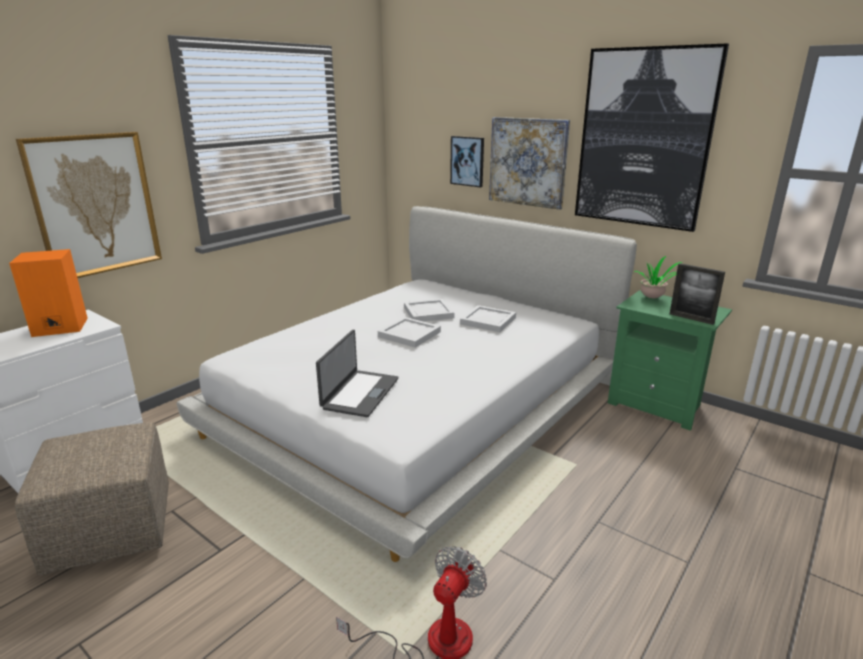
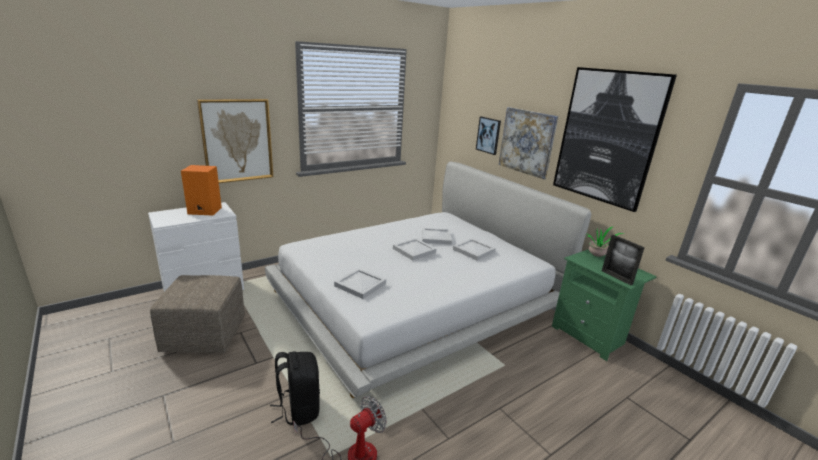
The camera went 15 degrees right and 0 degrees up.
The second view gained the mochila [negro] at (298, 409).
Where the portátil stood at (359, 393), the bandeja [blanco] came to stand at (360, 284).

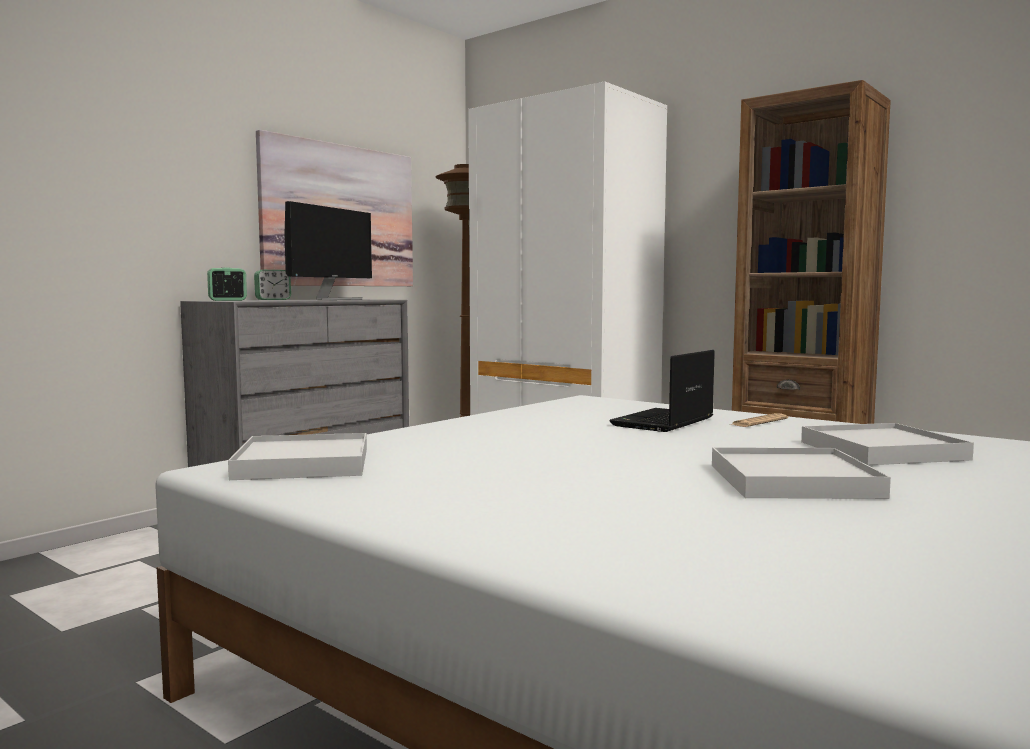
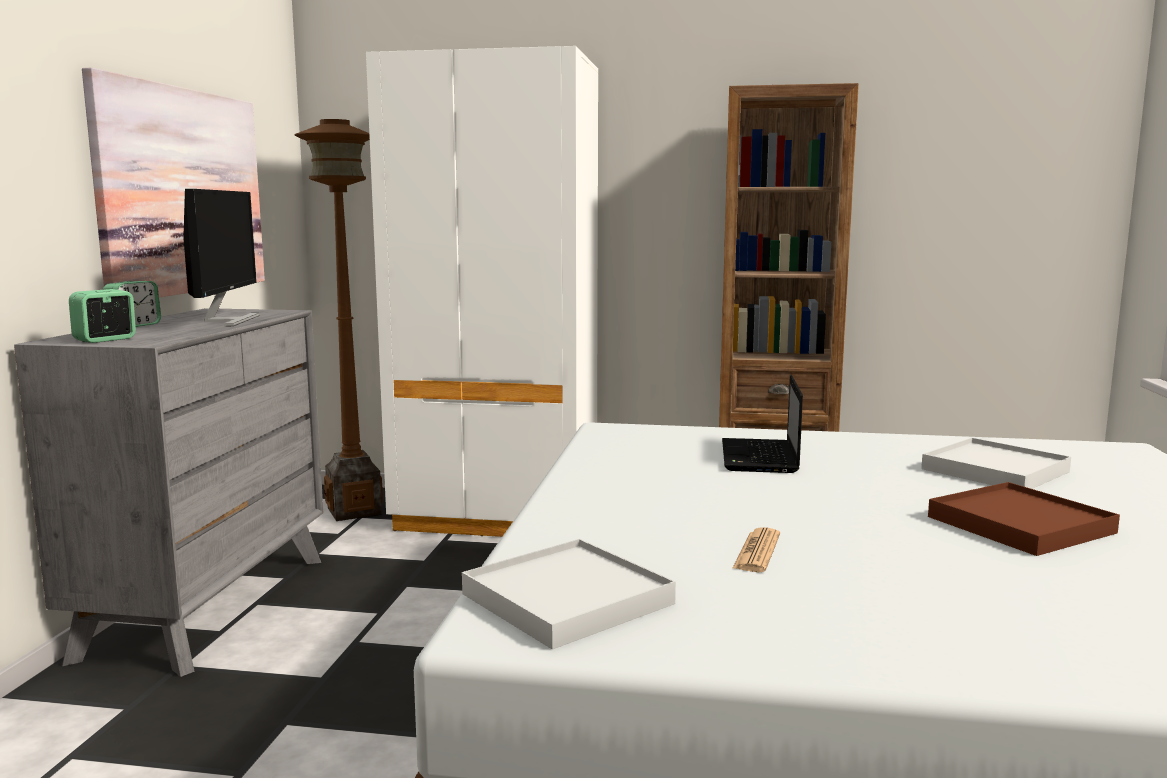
The camera went 30 degrees left and 5 degrees up.
The periódico ended up elsewhere, having gone from (759, 422) to (757, 551).
What was the bandeja [blanco] at (793, 481) turned into the bandeja [marrón] at (1020, 525).

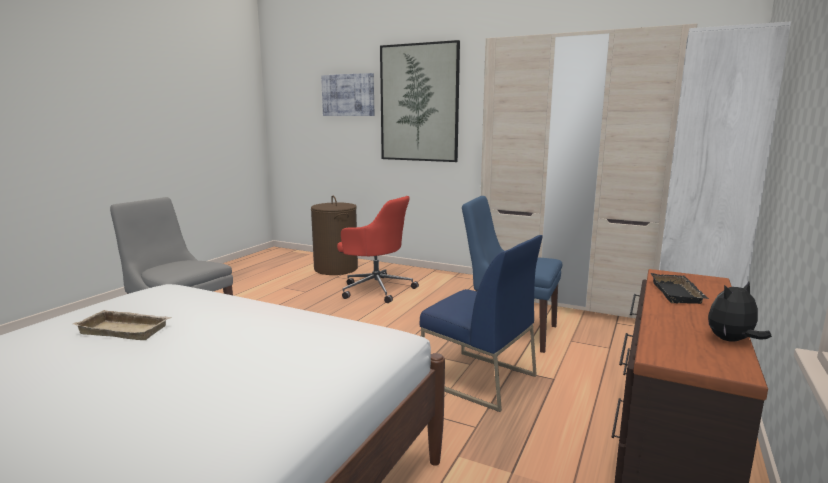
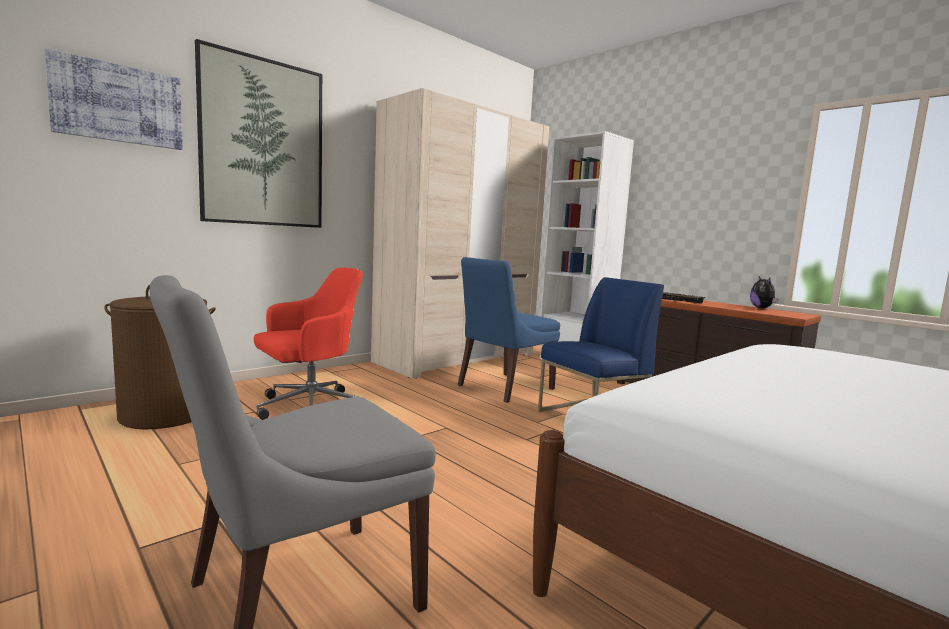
The camera went 70 degrees left and 5 degrees down.
The second view lost the bandeja [beis] at (127, 329).

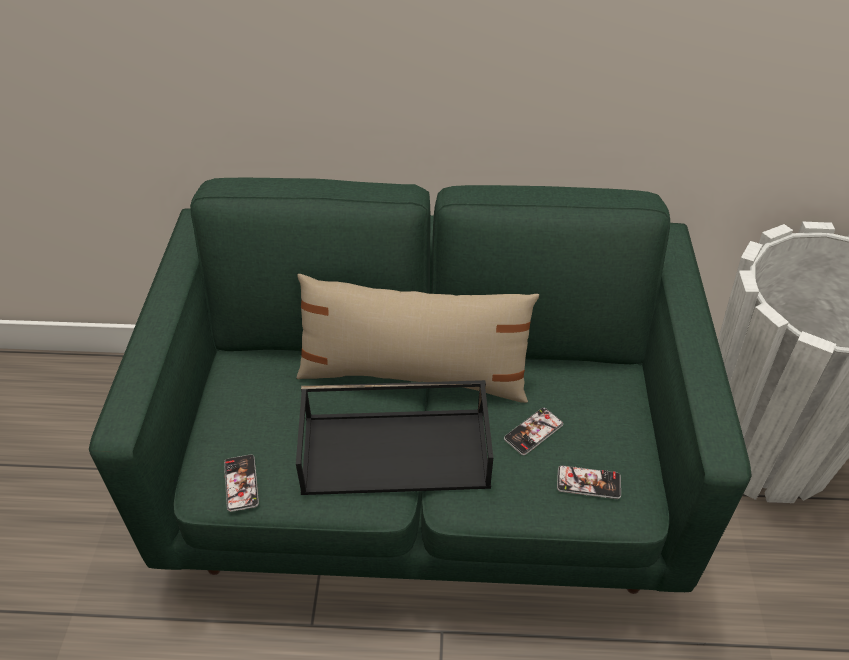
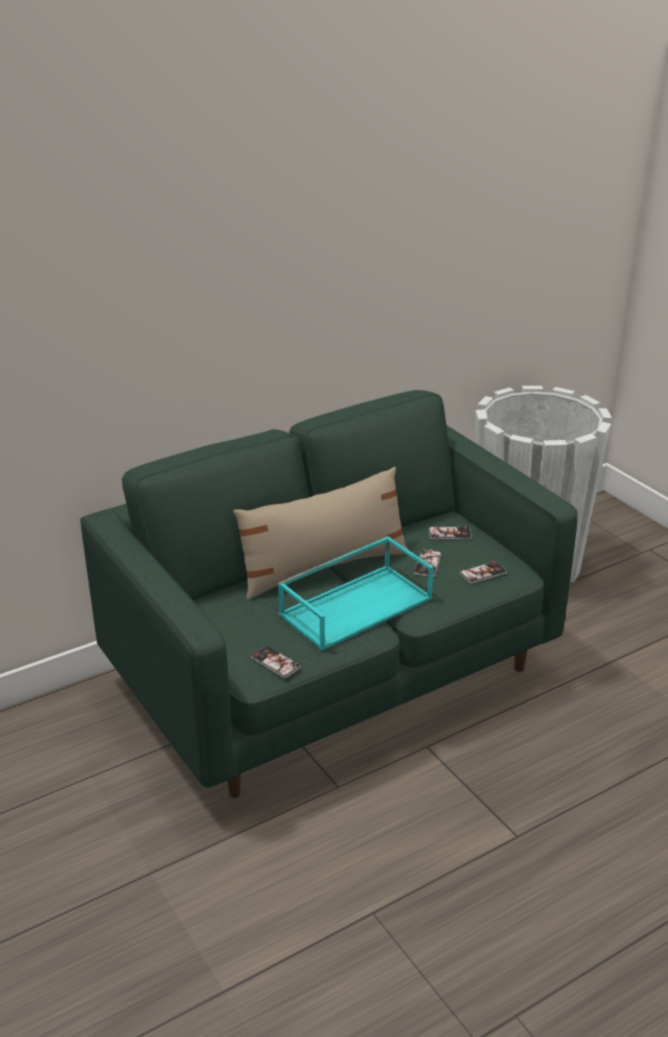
The camera went 35 degrees left and 15 degrees down.
What was the bandeja [negro] at (397, 449) turned into the bandeja [turquesa] at (356, 605).
The second view gained the móvil at (449, 534).

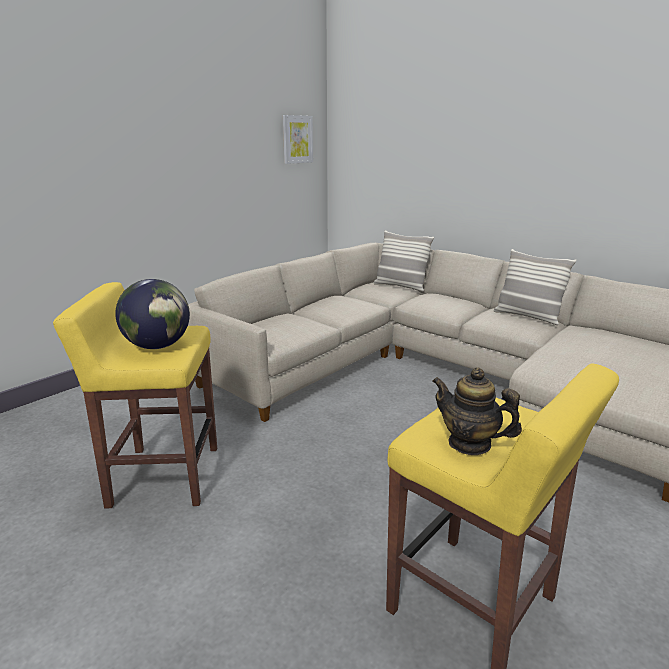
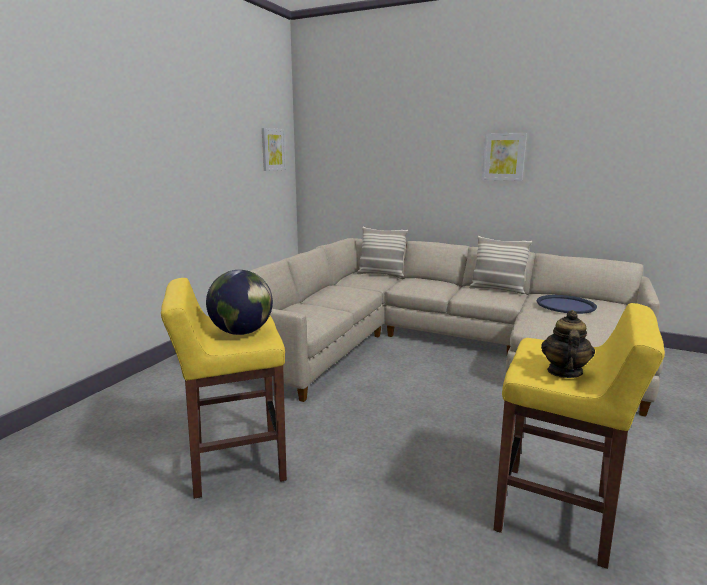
The camera went 15 degrees left and 5 degrees down.
The second view gained the cuadro at (504, 157).
The second view gained the bandeja [azul] at (566, 305).
The tetera at (469, 443) ended up facing another way, 90 degrees clockwise from before.

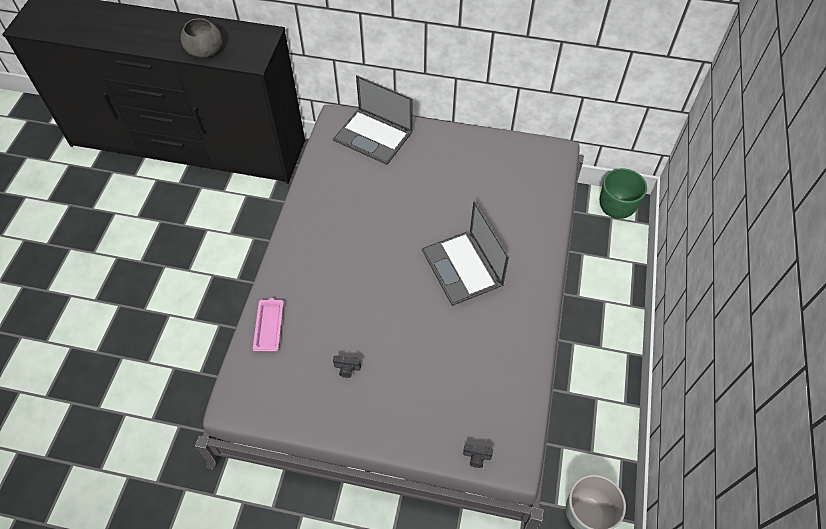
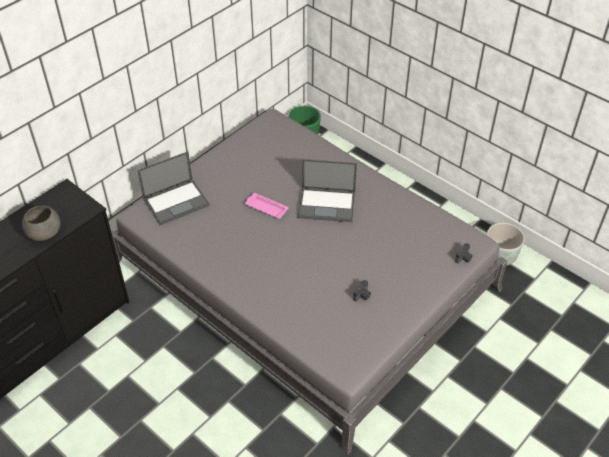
The camera went 60 degrees left and 10 degrees down.
The bandeja [rosa] ended up elsewhere, having gone from (269, 326) to (265, 208).

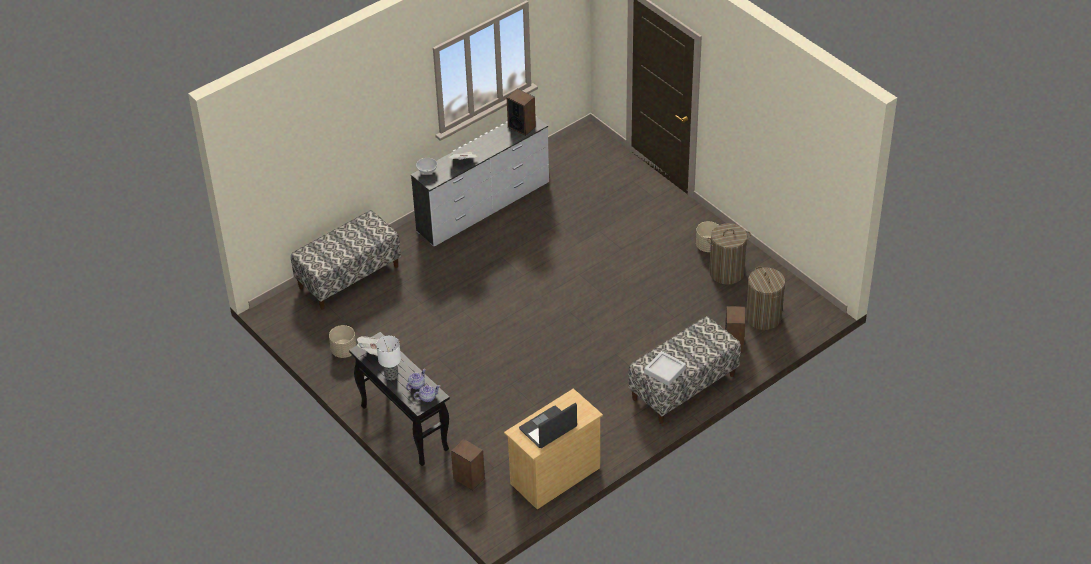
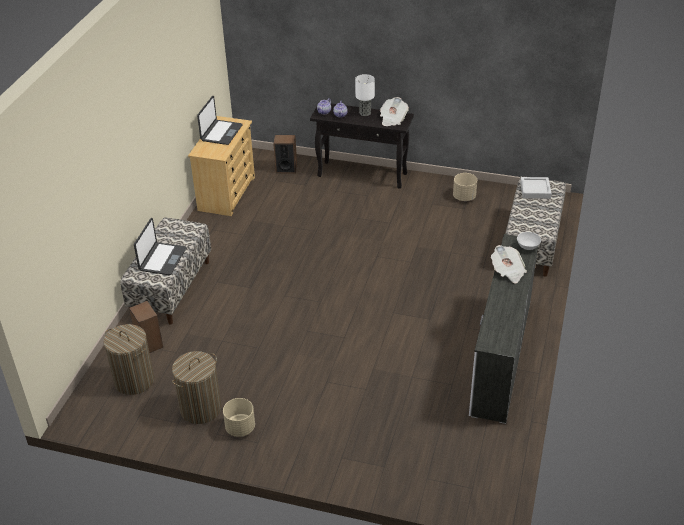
The camera went 145 degrees right and 5 degrees down.
The second view gained the portátil at (162, 259).
The bandeja [gris] ended up elsewhere, having gone from (665, 371) to (535, 190).
The second view lost the altavoz at (521, 127).

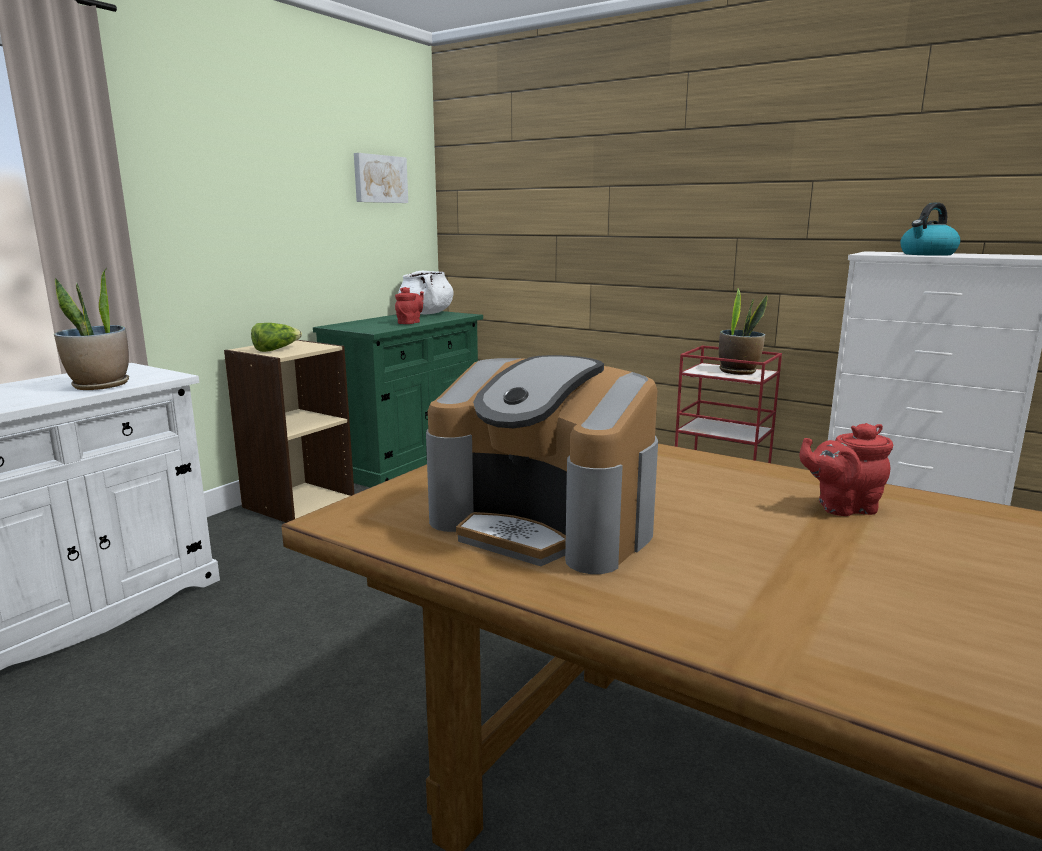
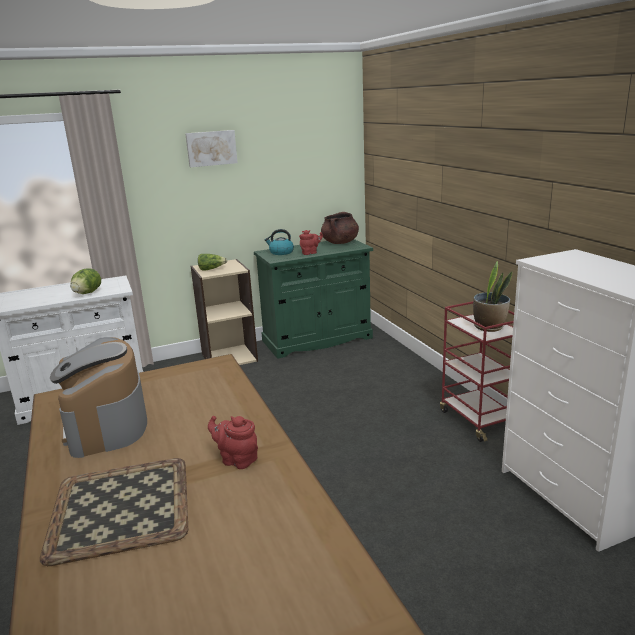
The camera went 35 degrees right and 5 degrees up.
The second view gained the bandeja at (122, 508).
Where the planta en maceta stood at (100, 385), the lechuga came to stand at (87, 293).
The cuadro ended up elsewhere, having gone from (379, 179) to (211, 148).
The hervidor ended up elsewhere, having gone from (927, 254) to (281, 252).
What was the olla [blanco] at (426, 313) turned into the olla [marrón] at (340, 243).

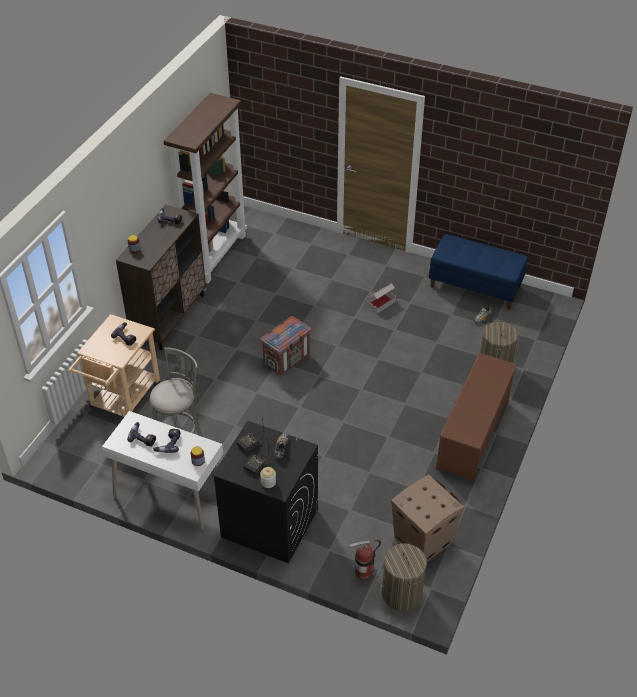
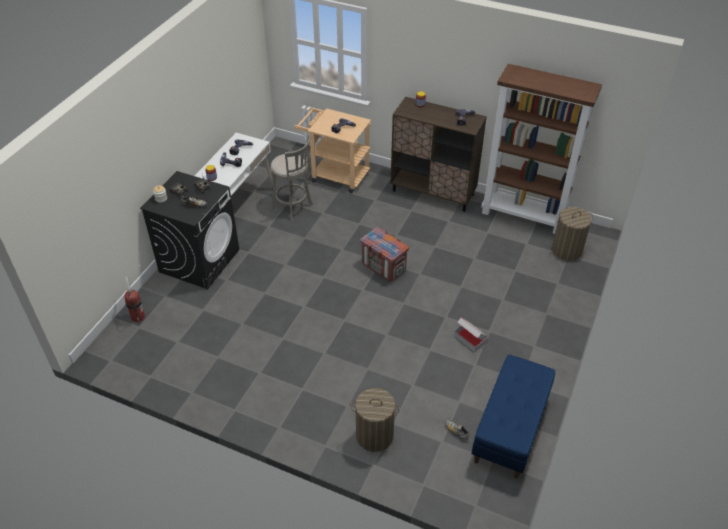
The camera went 90 degrees right and 0 degrees up.
The cesto de la ropa ended up elsewhere, having gone from (402, 594) to (566, 250).
The second view lost the caja de cartón at (422, 539).
The second view lost the zapatero [marrón] at (473, 434).

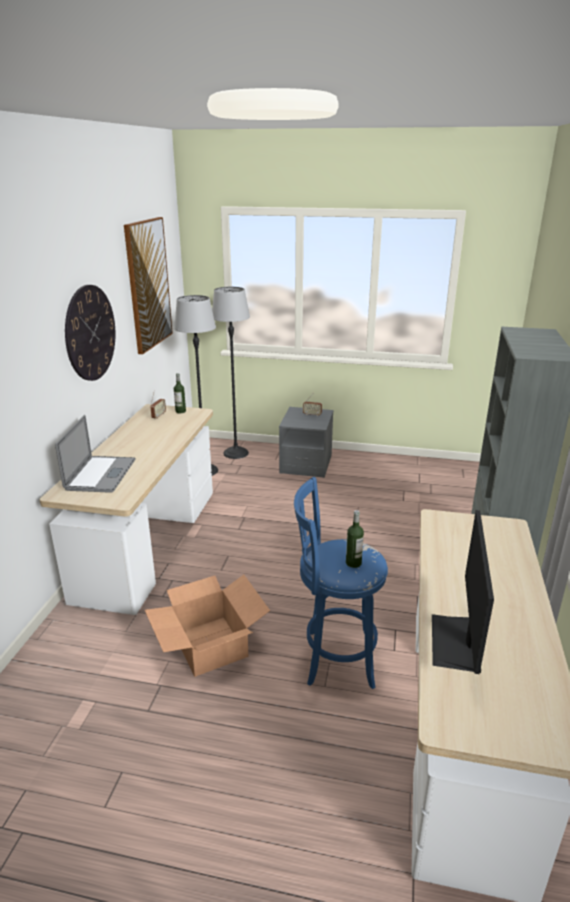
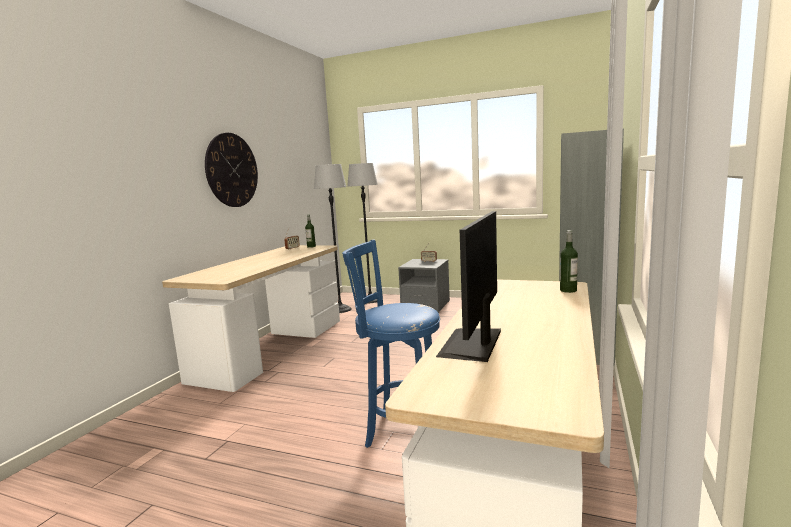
The camera went 10 degrees right and 15 degrees down.
The botella ended up elsewhere, having gone from (353, 563) to (568, 290).
The second view lost the portátil at (100, 474).
The second view lost the cuadro at (148, 284).
The second view lost the caja de cartón at (209, 646).

